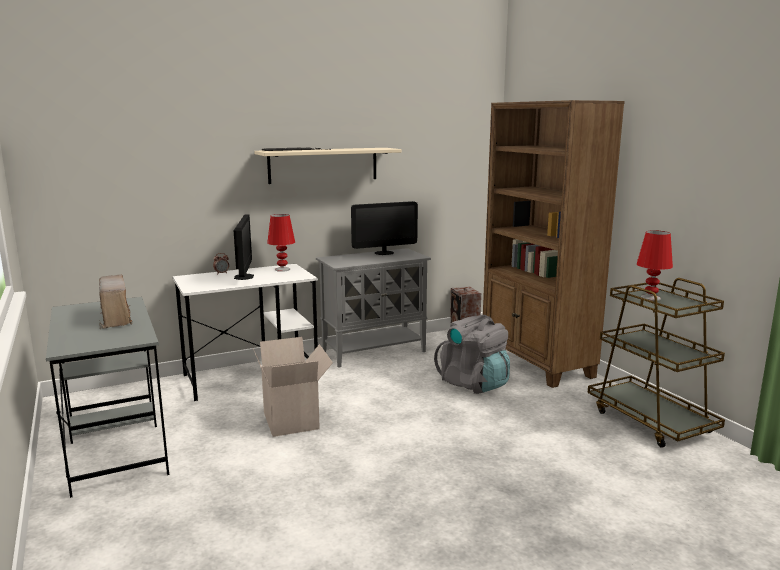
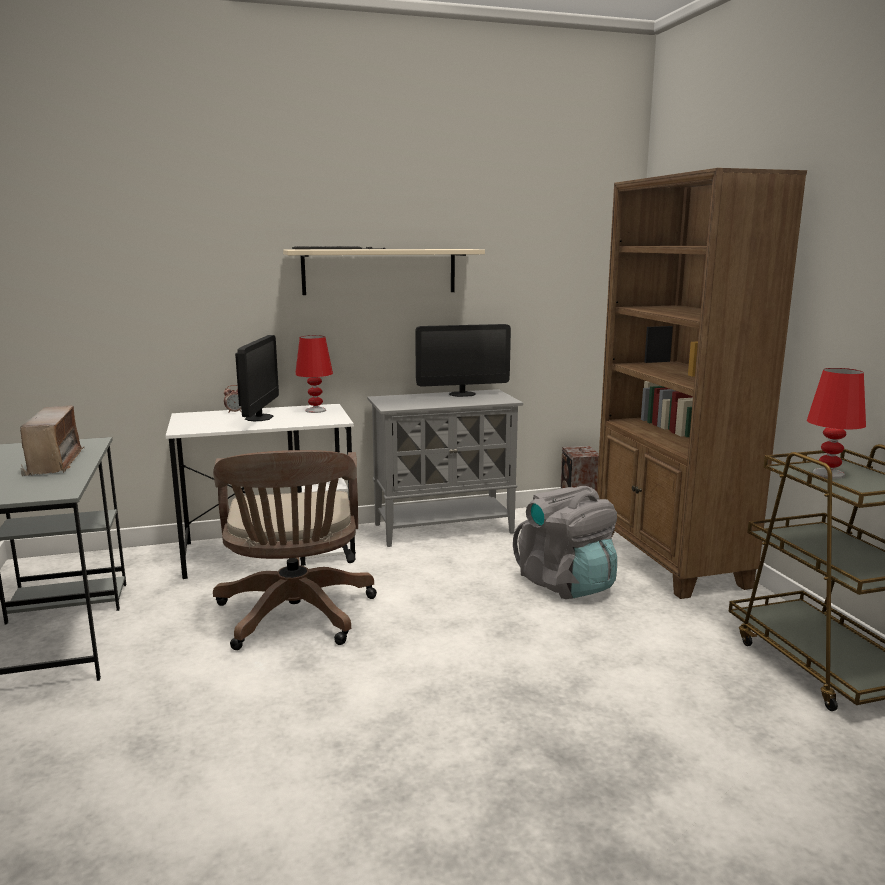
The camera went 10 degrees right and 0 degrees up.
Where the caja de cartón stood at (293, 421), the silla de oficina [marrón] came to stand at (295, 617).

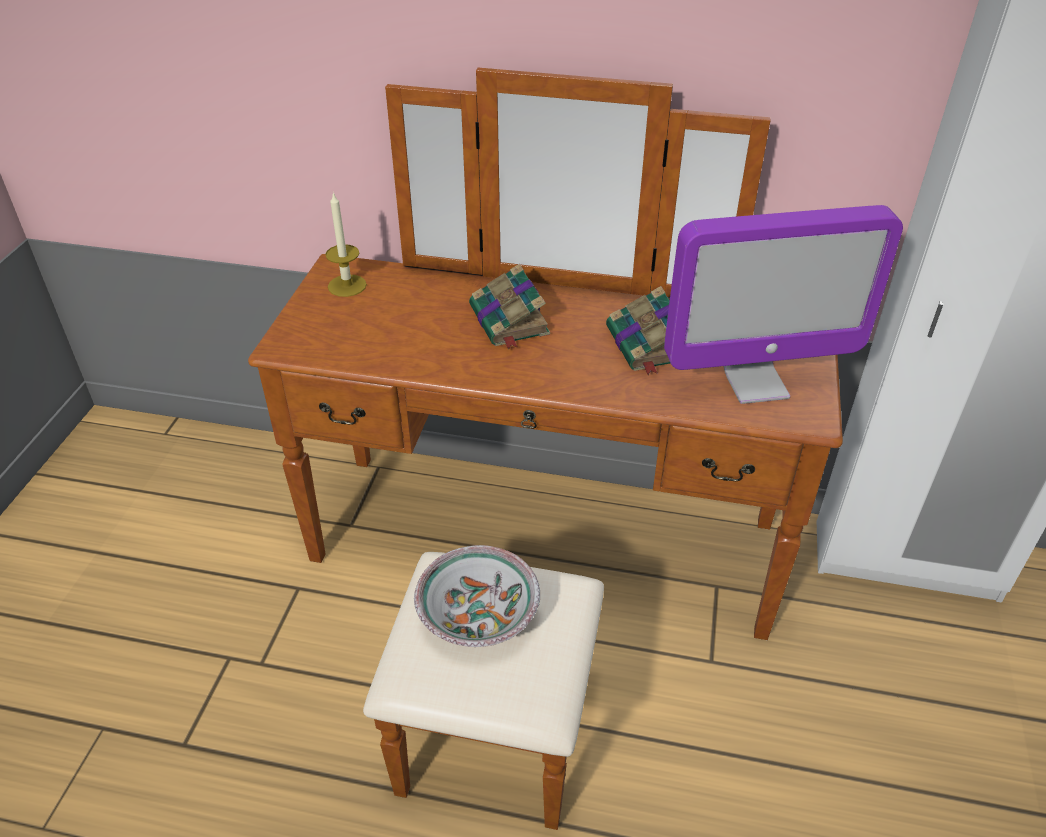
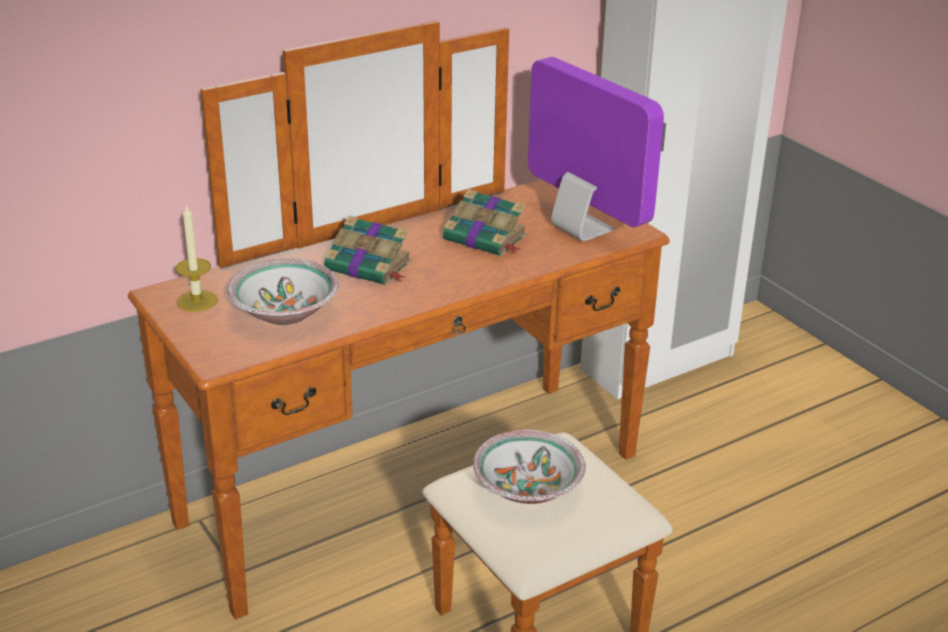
The camera went 45 degrees left and 10 degrees down.
The second view gained the cuenco at (285, 311).
The monitor at (755, 383) ended up facing another way, 75 degrees counterclockwise from before.

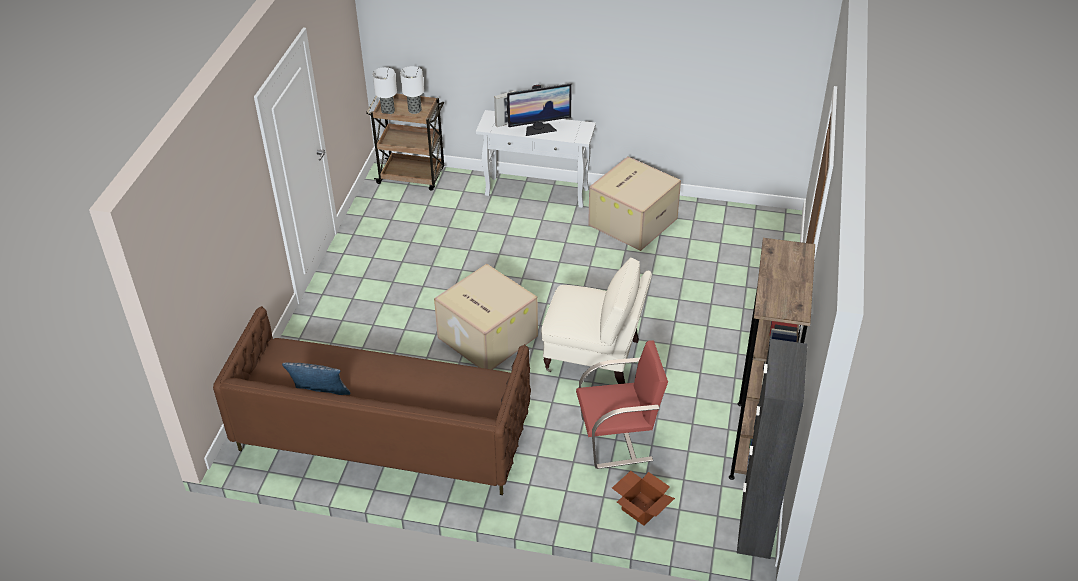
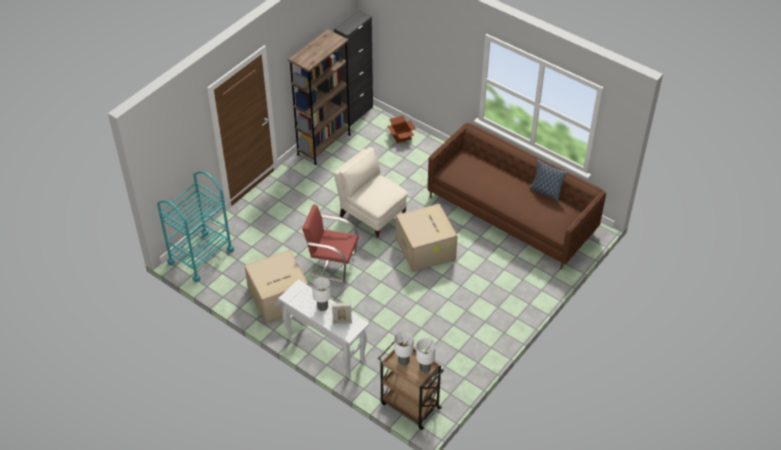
The camera went 155 degrees left and 5 degrees up.
The second view gained the carrito [turquesa] at (201, 256).
The silla [rojo] ended up elsewhere, having gone from (618, 439) to (332, 263).
Where the monitor stood at (539, 129), the lámpara de mesa came to stand at (322, 307).

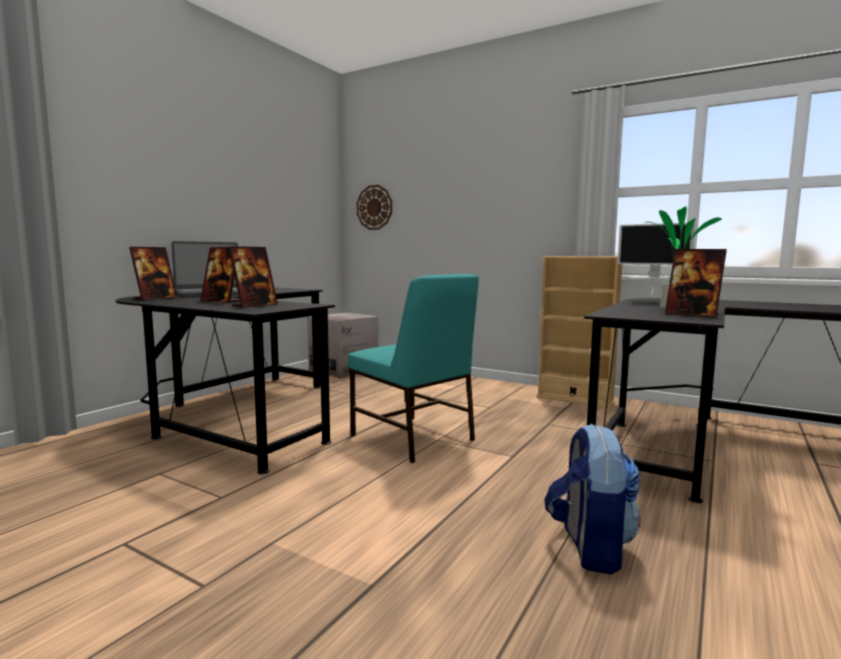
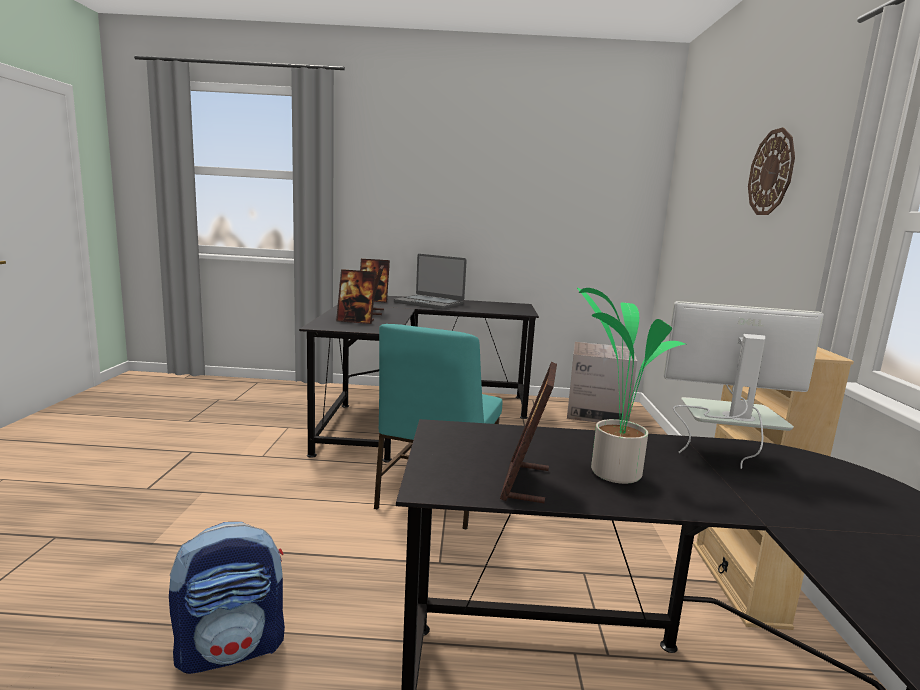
The camera went 60 degrees right and 5 degrees up.
The monitor at (651, 302) ended up facing another way, 90 degrees clockwise from before.
The reloj de pared ended up elsewhere, having gone from (374, 207) to (771, 172).

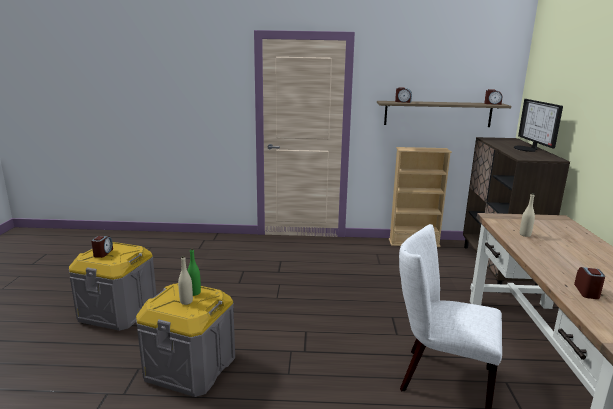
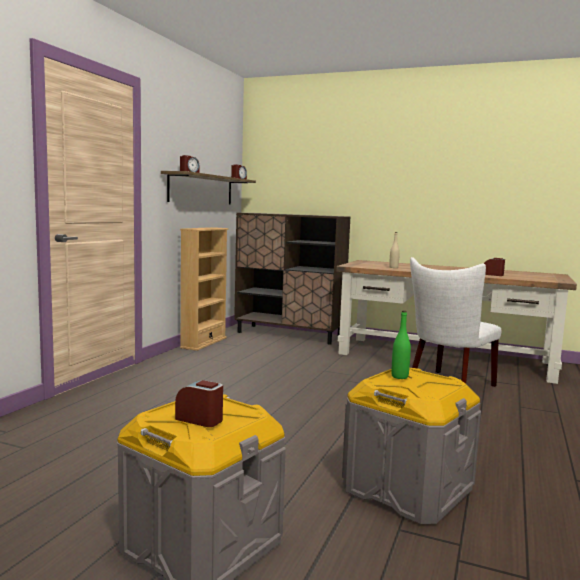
The camera went 70 degrees left and 10 degrees down.
The second view lost the botella [beis] at (186, 301).
The second view lost the monitor at (527, 149).

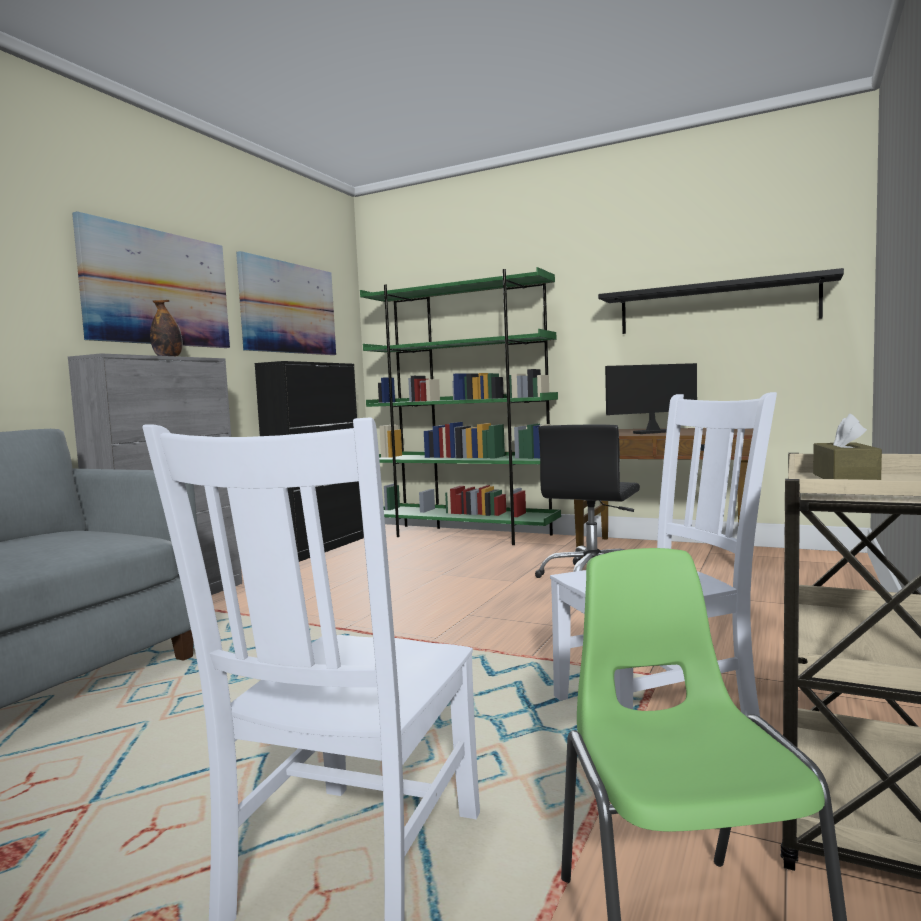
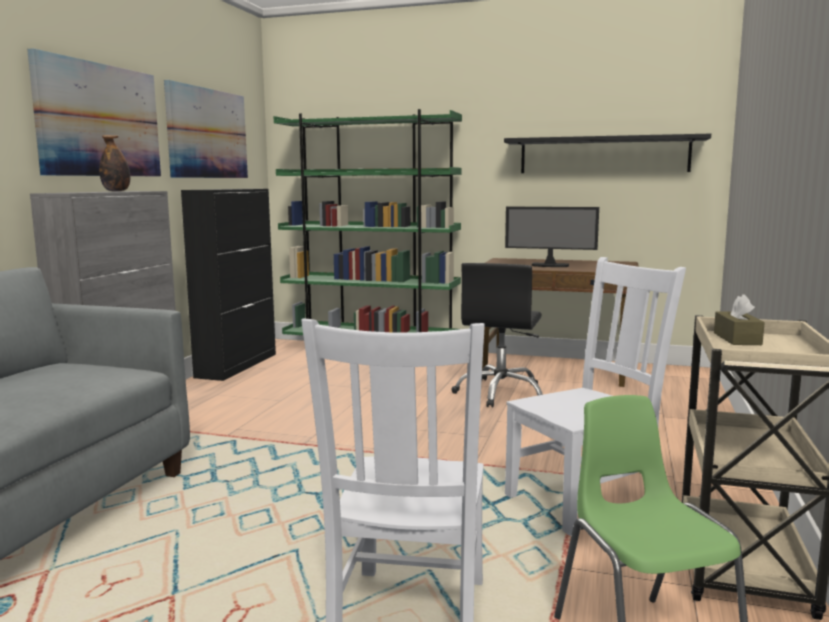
The camera went 10 degrees left and 5 degrees up.
The monitor at (653, 432) ended up facing another way, 135 degrees counterclockwise from before.

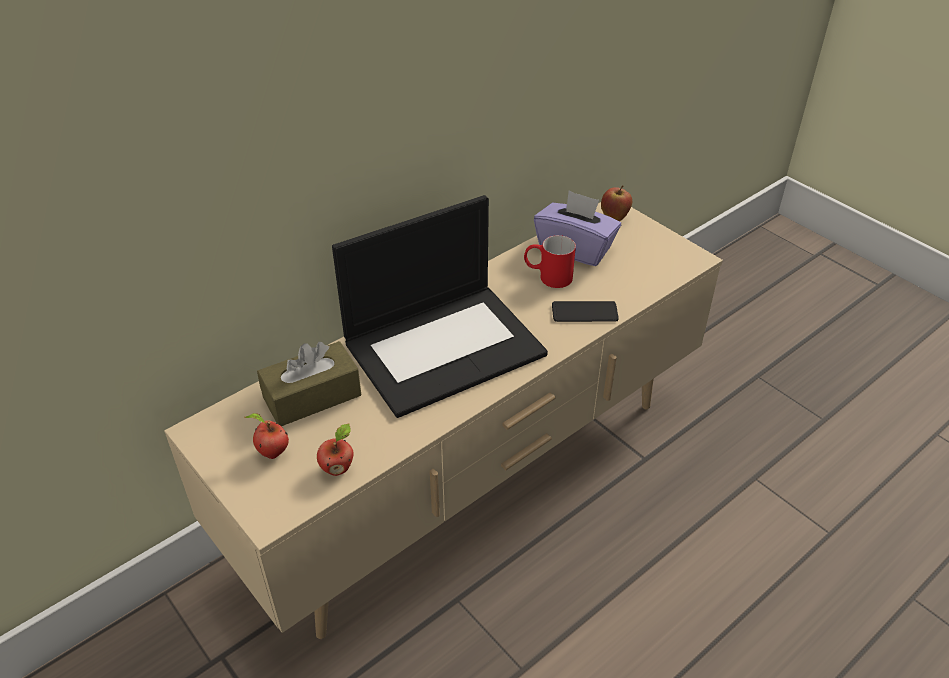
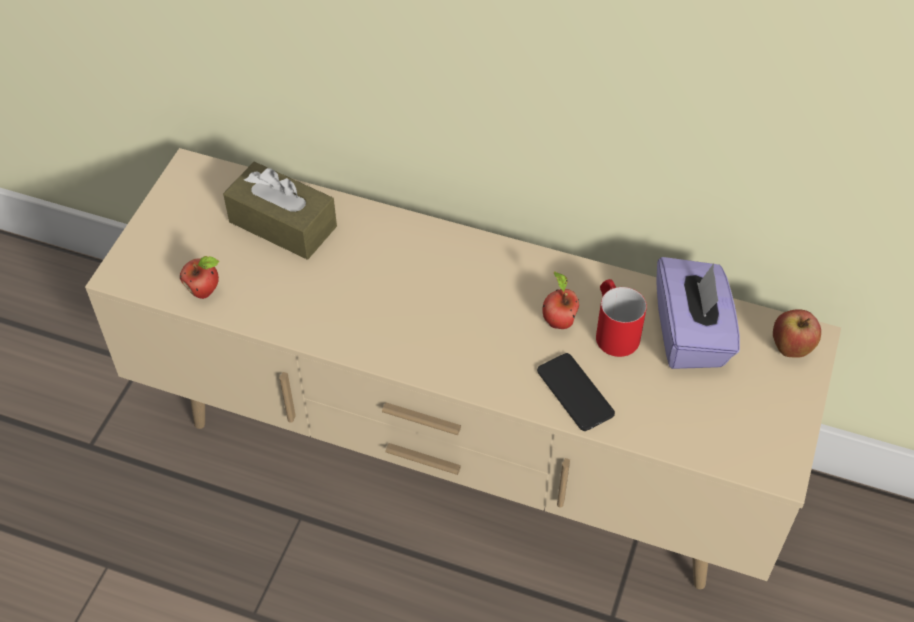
The camera went 60 degrees right and 10 degrees up.
The manzana ended up elsewhere, having gone from (271, 452) to (558, 321).
The second view lost the portátil at (445, 346).

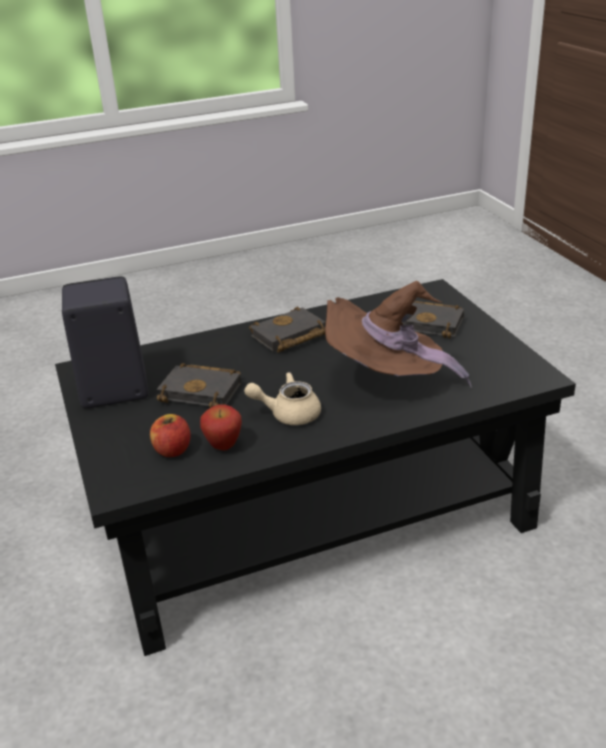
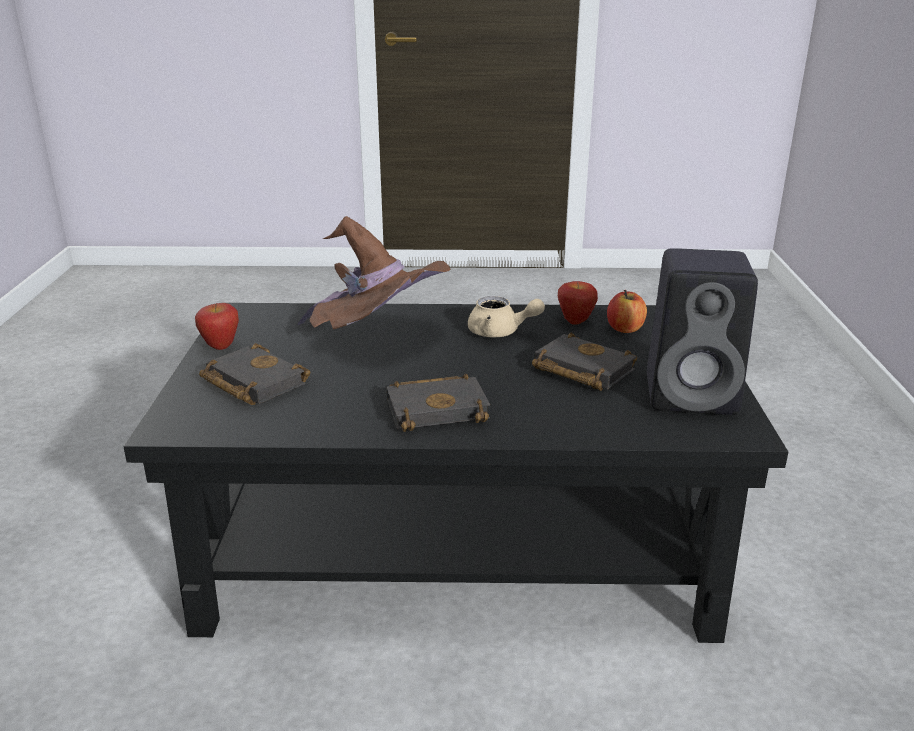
The camera went 160 degrees left and 5 degrees down.
The second view gained the manzana at (221, 347).

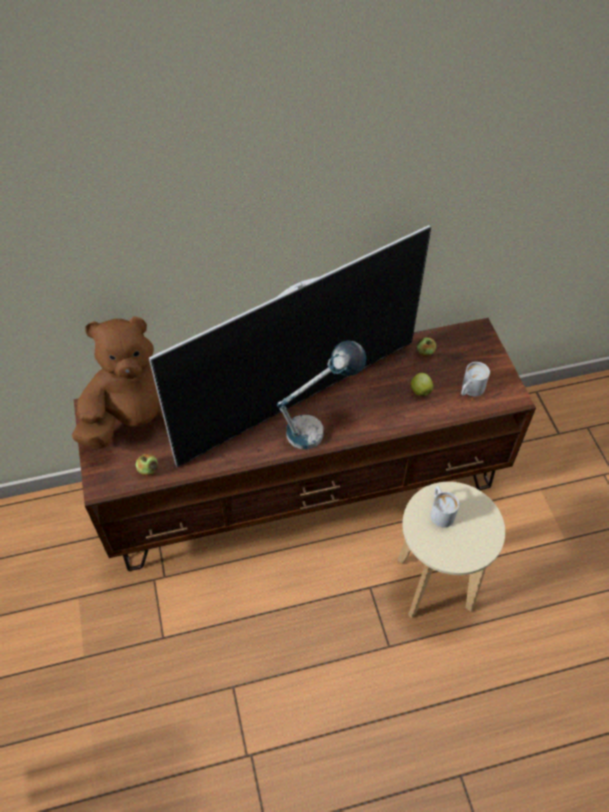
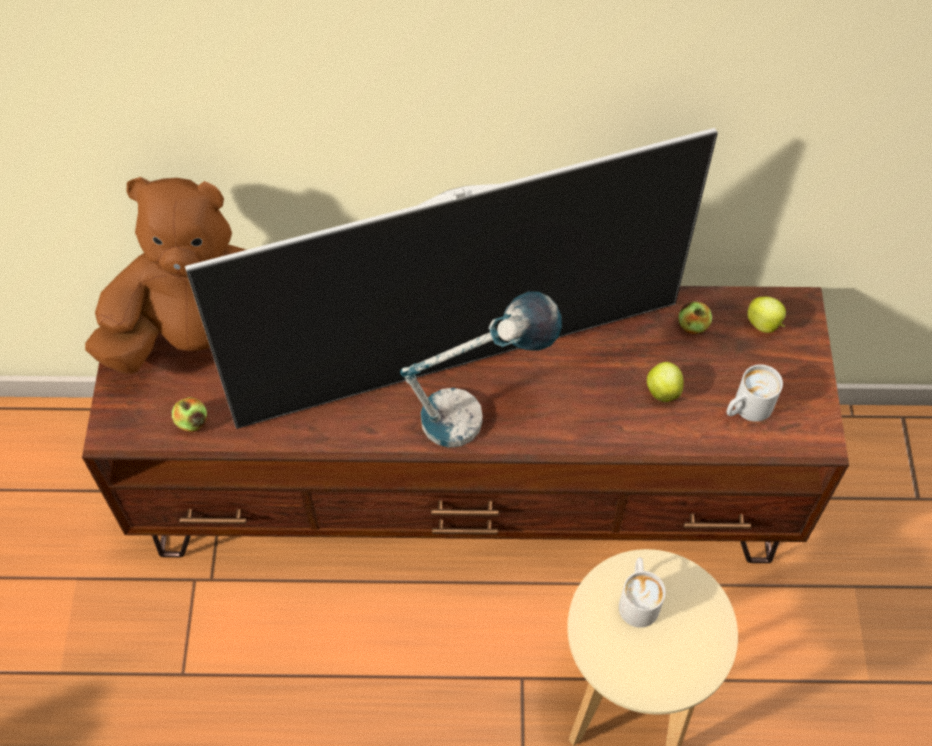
The camera went 15 degrees right and 5 degrees up.
The second view gained the manzana at (764, 324).

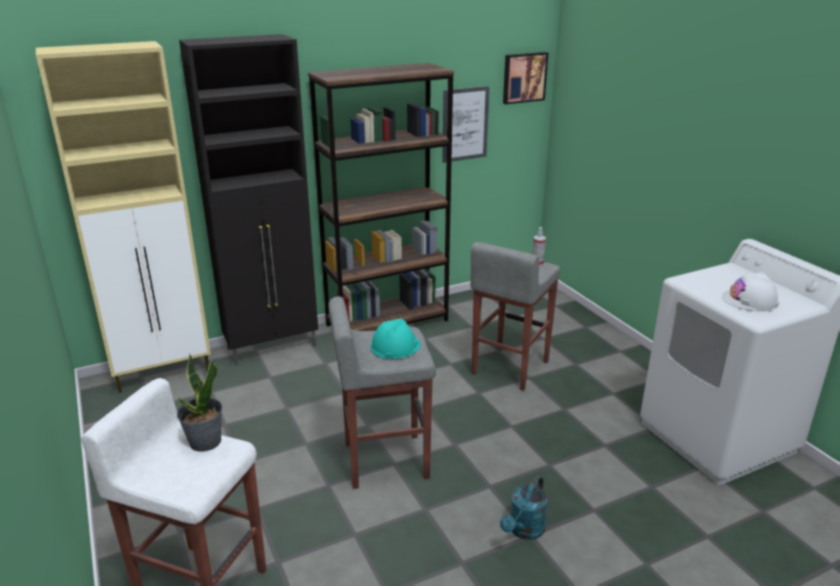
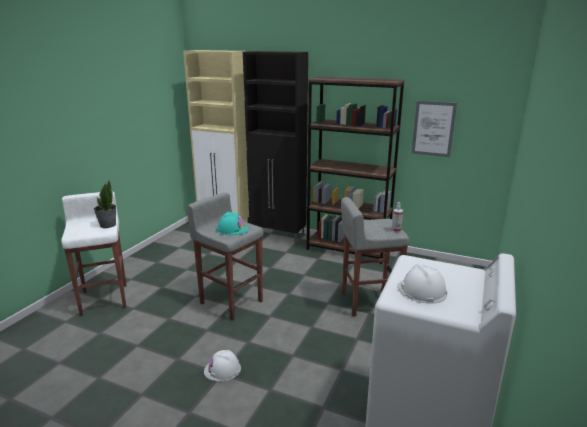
The camera went 50 degrees right and 5 degrees down.
Where the regadera [turquesa] stood at (524, 531), the casco [blanco] came to stand at (222, 369).
The second view lost the cuadro at (523, 77).

